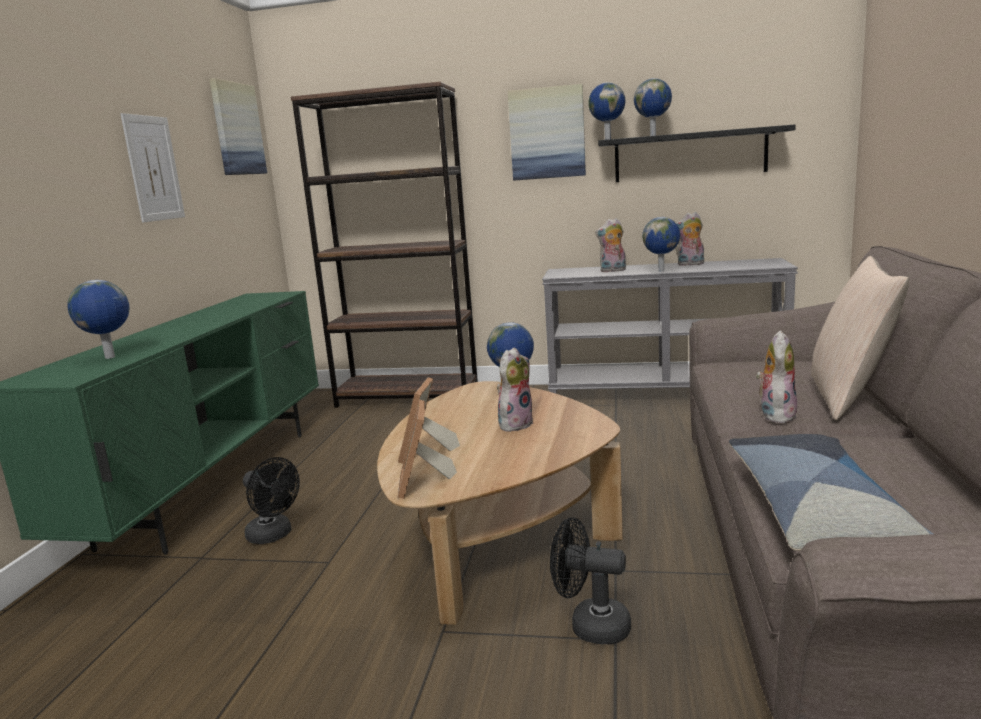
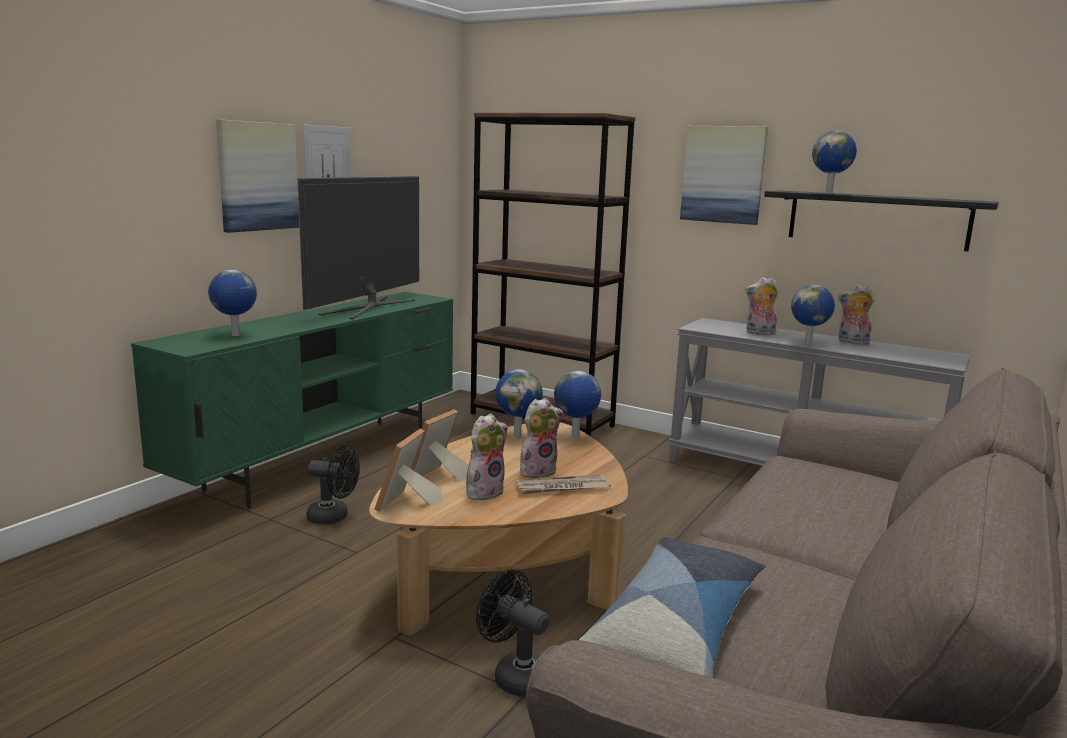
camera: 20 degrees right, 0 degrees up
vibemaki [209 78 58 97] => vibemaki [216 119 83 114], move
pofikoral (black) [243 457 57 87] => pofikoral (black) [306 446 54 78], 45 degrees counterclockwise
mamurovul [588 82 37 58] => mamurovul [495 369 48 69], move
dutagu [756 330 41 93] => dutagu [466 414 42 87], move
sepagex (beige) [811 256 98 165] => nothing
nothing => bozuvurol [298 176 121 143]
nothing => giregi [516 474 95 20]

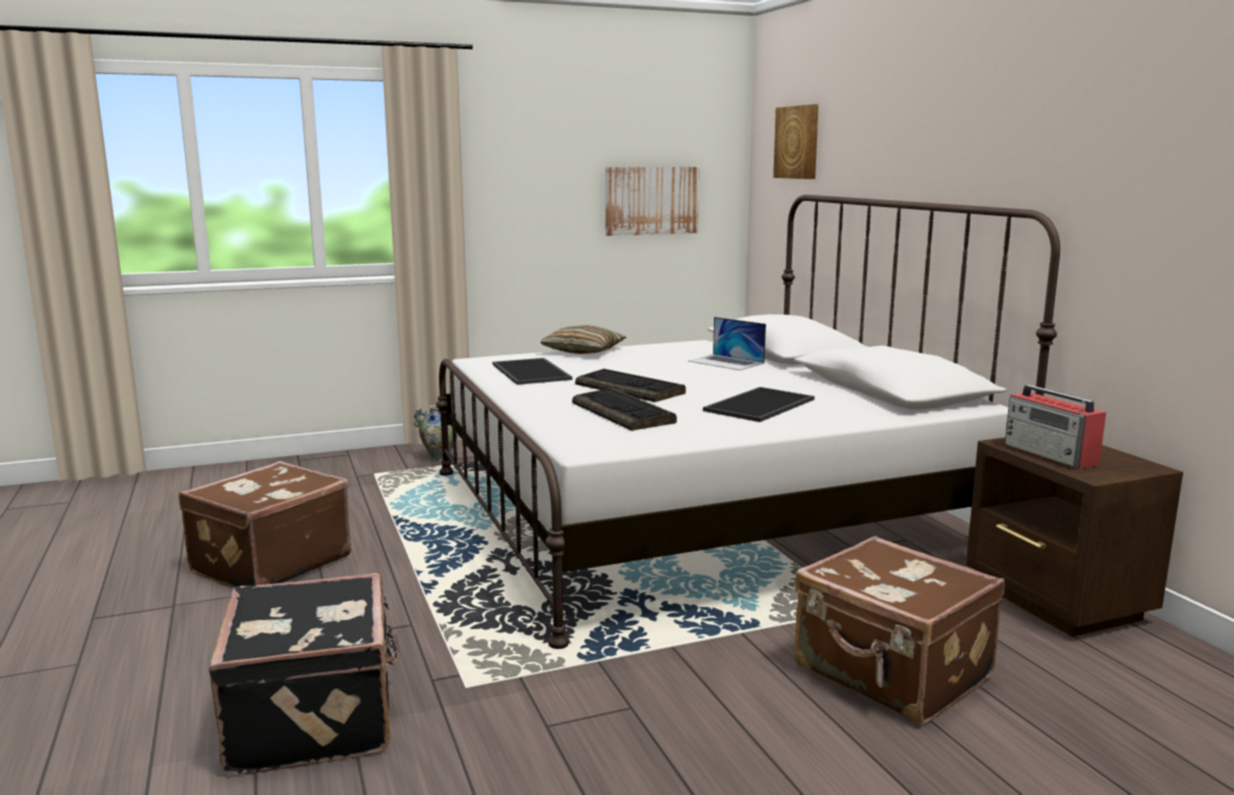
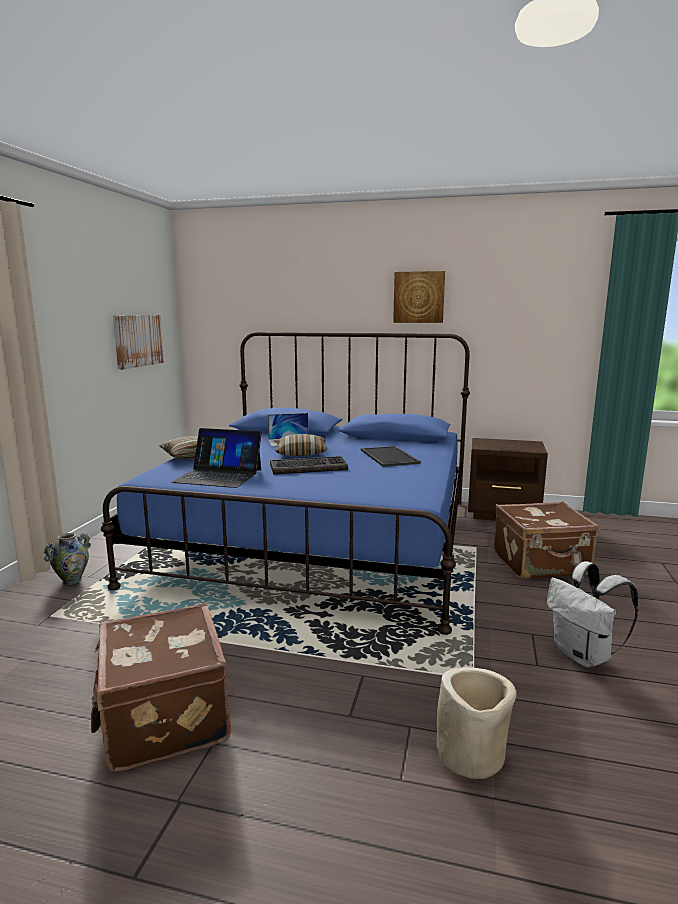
camera: 55 degrees left, 0 degrees up
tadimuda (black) [209 573 191 202] => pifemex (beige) [436 667 81 112]
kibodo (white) [436 195 624 454] => kibodo (blue) [101 332 369 303]
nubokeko [493 358 79 27] => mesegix [171 428 91 60]
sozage [572 388 105 43] => nothing
vibemaki [773 104 46 75] => vibemaki [393 271 52 52], move
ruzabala [1005 385 101 84] => nothing
nothing => sepagex [275 434 53 22]
nothing => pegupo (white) [547 561 91 107]

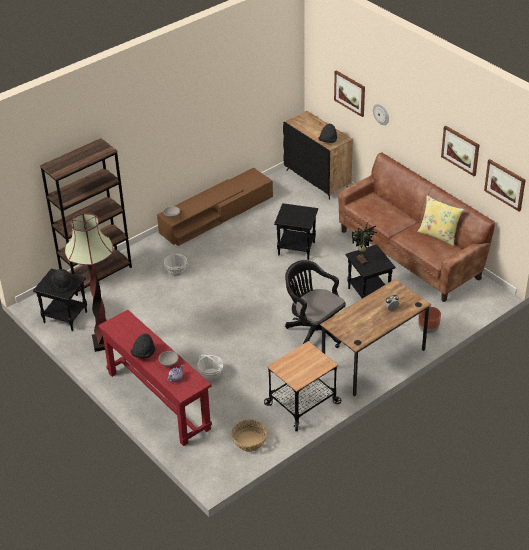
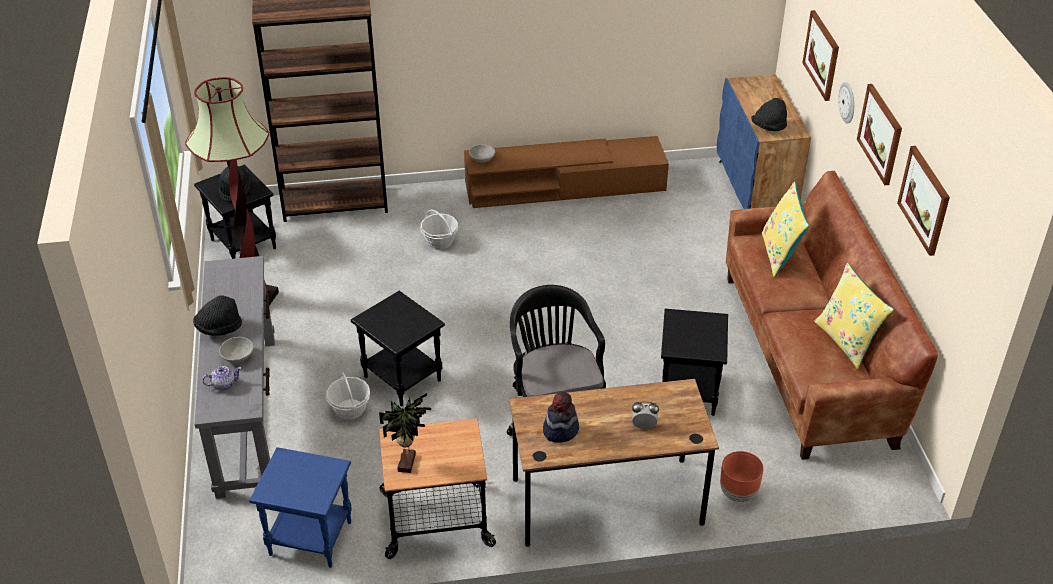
camera: 30 degrees right, 0 degrees up
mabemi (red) [98 310 114 136] => mabemi (grey) [194 256 81 243]
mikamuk [231 420 37 32] => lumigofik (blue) [249 447 103 121]
lumigofik (black) [274 203 44 57] => lumigofik (black) [351 291 94 116], move
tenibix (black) [283 111 70 89] => tenibix (blue) [717 74 94 135]
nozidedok [352 223 25 42] => nozidedok [379 393 52 80], move
vibemaki [484 159 41 52] => vibemaki [857 84 45 101], move
nothing => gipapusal [543 392 36 51]
nothing => sepagex (yellow) [762 182 47 95]

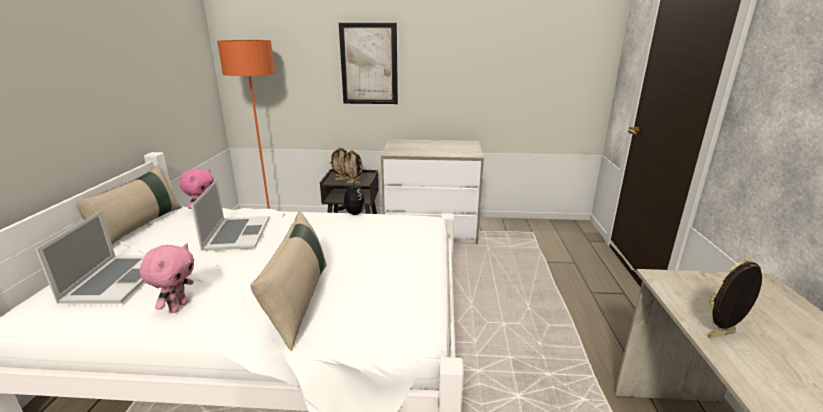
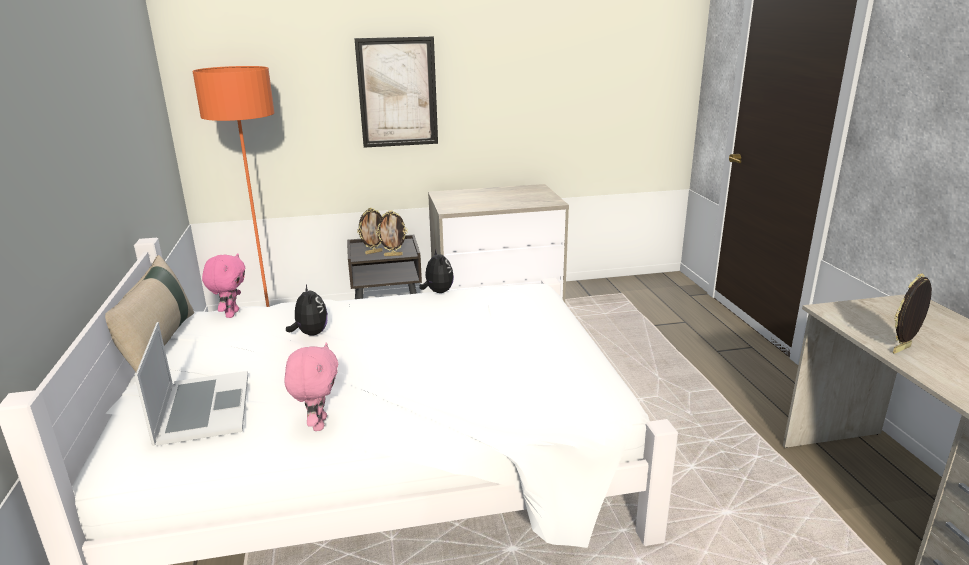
camera: 15 degrees left, 0 degrees up
mesegix [191 179 79 72] => dutagu [286 284 42 52]
sepagex (beige) [251 211 75 140] => nothing

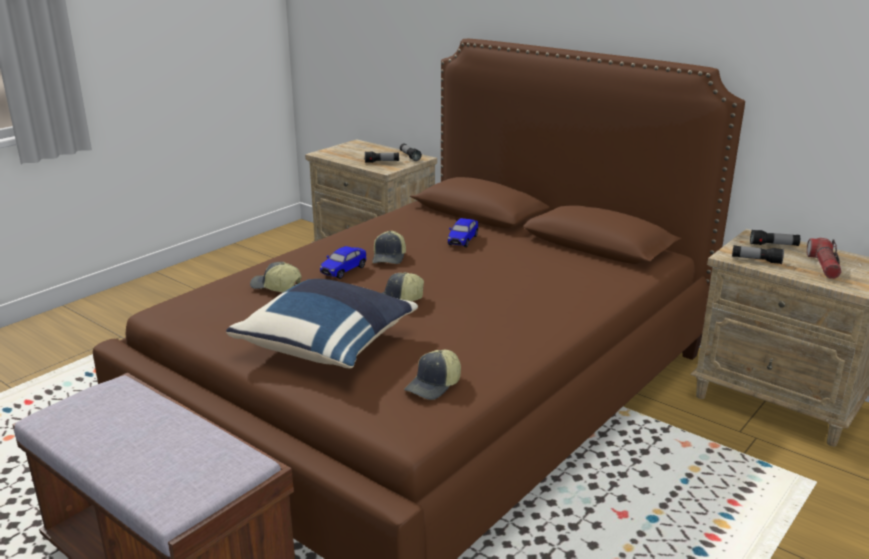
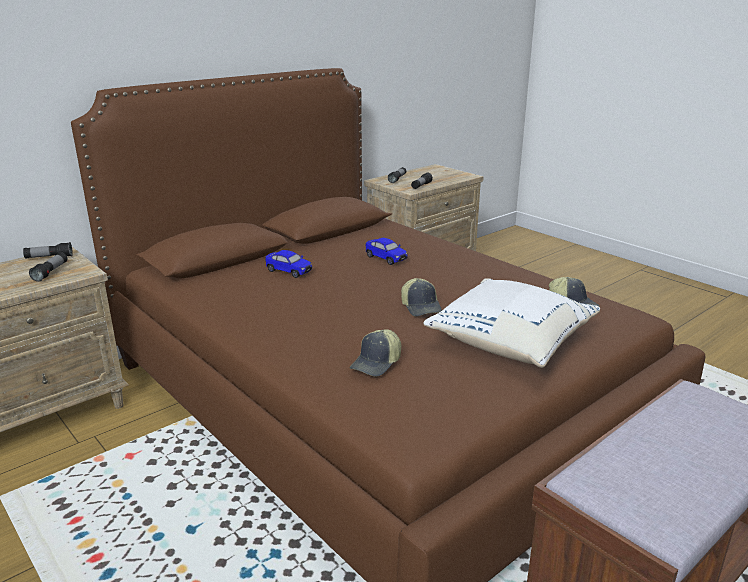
camera: 80 degrees left, 0 degrees up
sepagex (blue) [226 279 192 89] => sepagex (white) [424 278 176 90]
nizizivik [320 246 46 33] => nizizivik [366 238 42 27], move
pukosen [372 231 34 33] => nothing
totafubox [807 238 35 41] => nothing

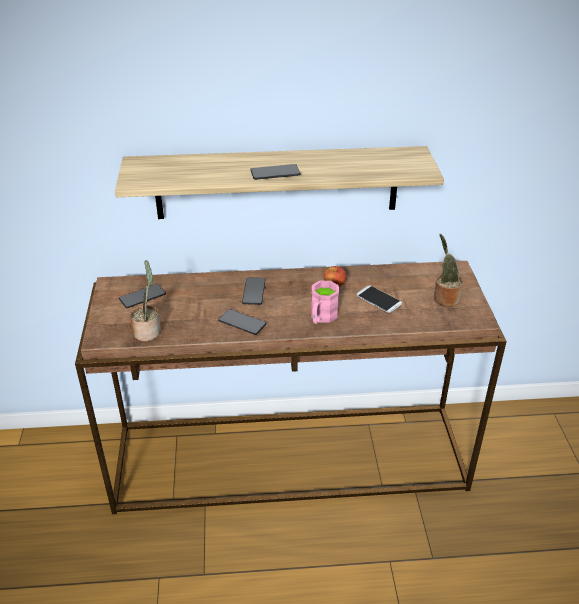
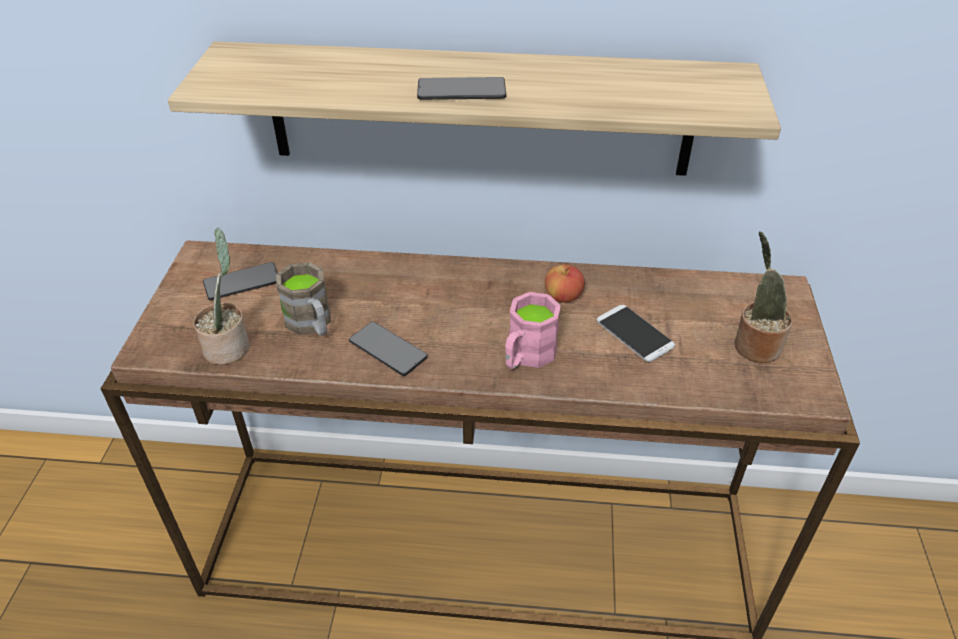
camera: 10 degrees right, 5 degrees up
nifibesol [242 277 23 28] => nothing
nothing => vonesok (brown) [276 262 55 74]

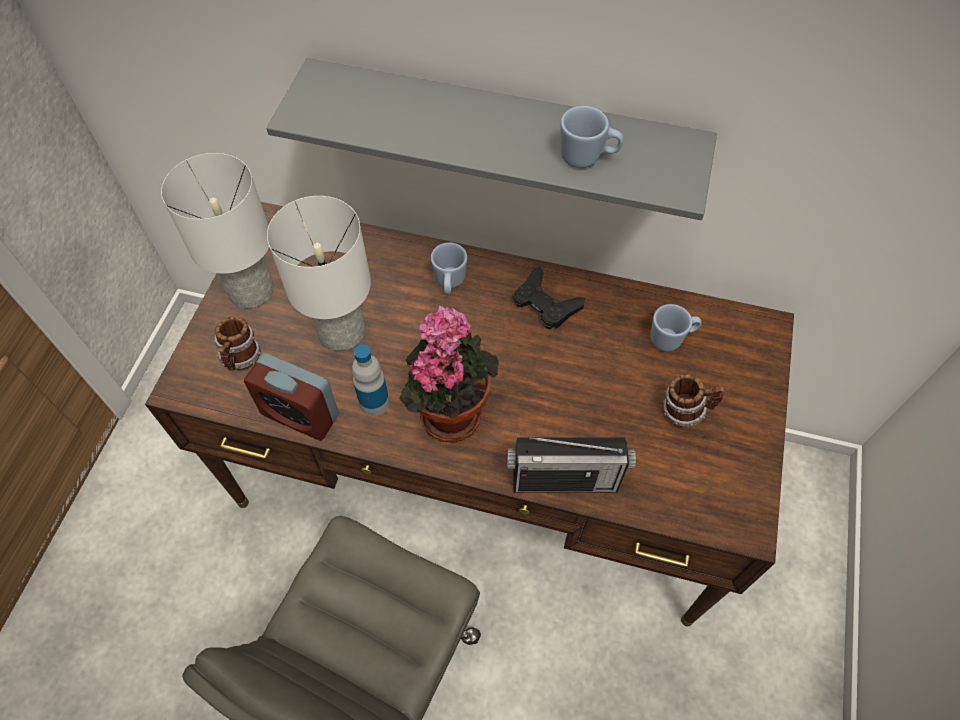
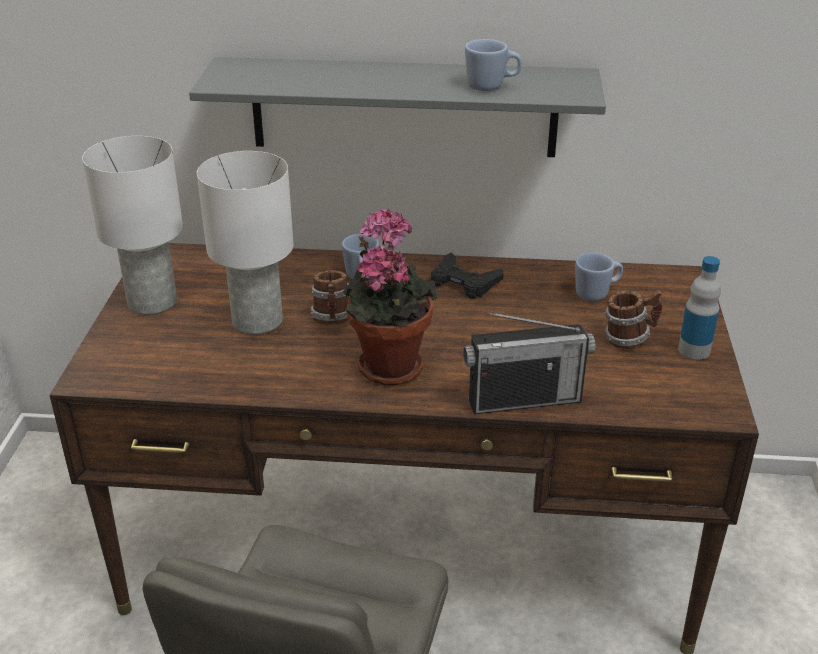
camera: 10 degrees left, 25 degrees down
vonesok [214 317 47 54] => vonesok [311 270 38 55], move
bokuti [244 353 95 88] => nothing
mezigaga [352 344 37 72] => mezigaga [678 256 43 103], move

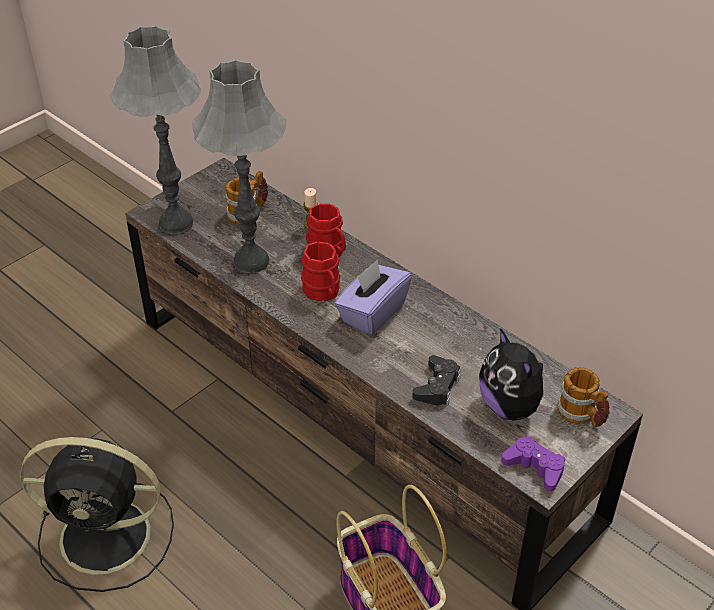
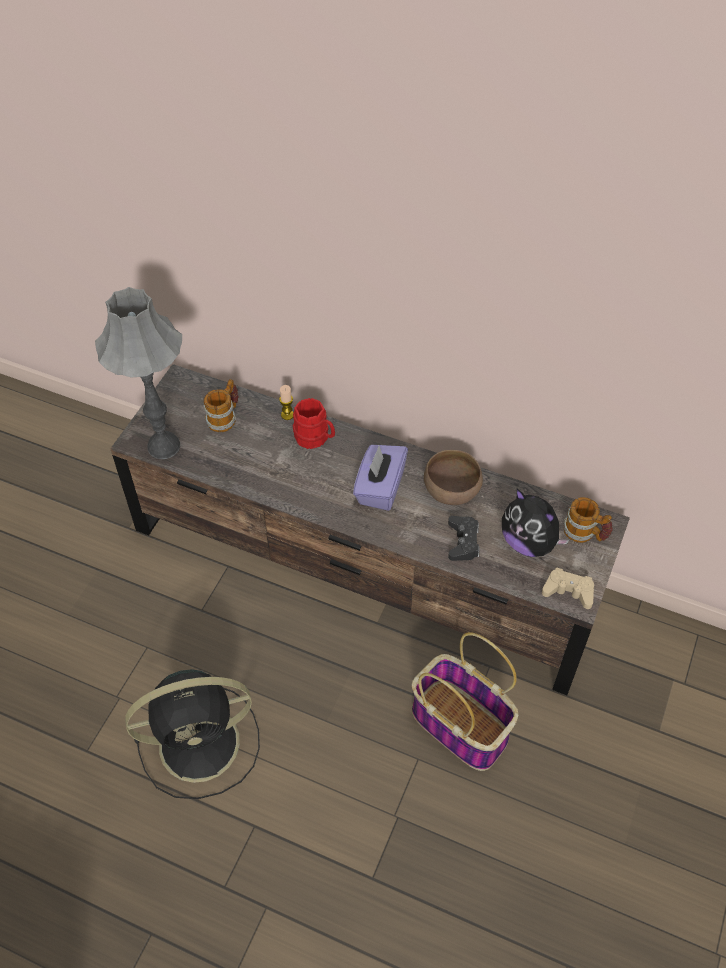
camera: 20 degrees left, 10 degrees up
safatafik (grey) [192 60 95 213] => nothing
vonesok (red) [301 242 39 59] => nothing
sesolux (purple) [501 436 64 56] => sesolux (beige) [542 567 52 42]
nothing => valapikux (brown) [424 450 59 55]

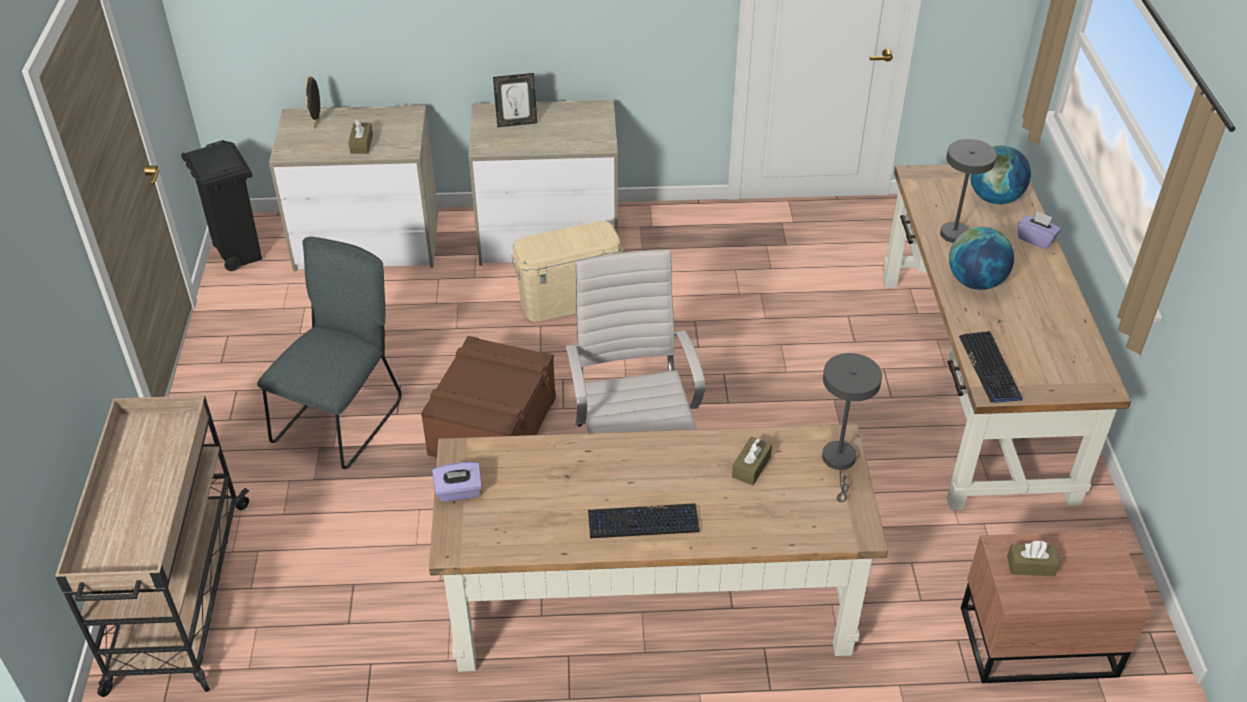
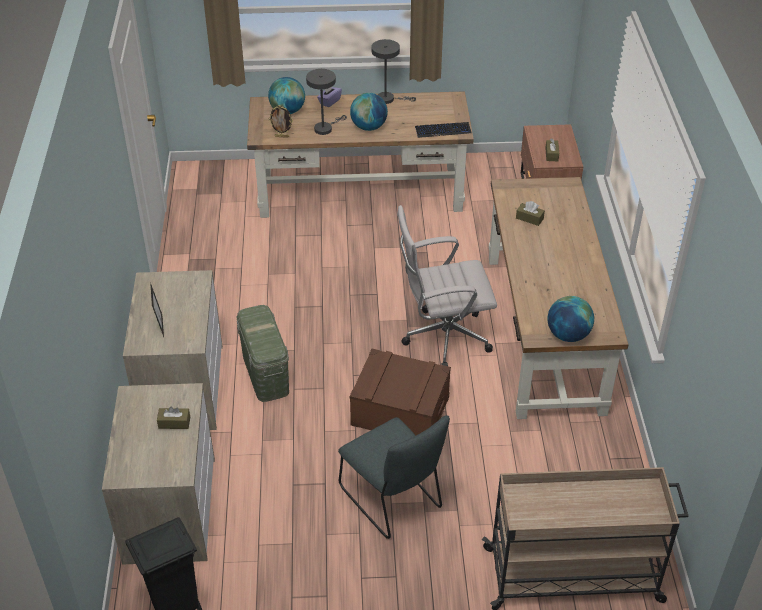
camera: 90 degrees left, 0 degrees up
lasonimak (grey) [257 237 145 232] => lasonimak (grey) [338 415 112 124], 150 degrees counterclockwise
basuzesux [305 76 15 53] => basuzesux [268 105 25 33], move
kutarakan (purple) [432 462 50 40] => mamurovul [547 296 47 46]
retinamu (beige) [510 221 114 101] => retinamu (green) [237 305 52 97]
sozage [588 503 112 35] => nothing
safatafik (grey) [822 353 60 149] => safatafik (grey) [371 39 45 65], move

